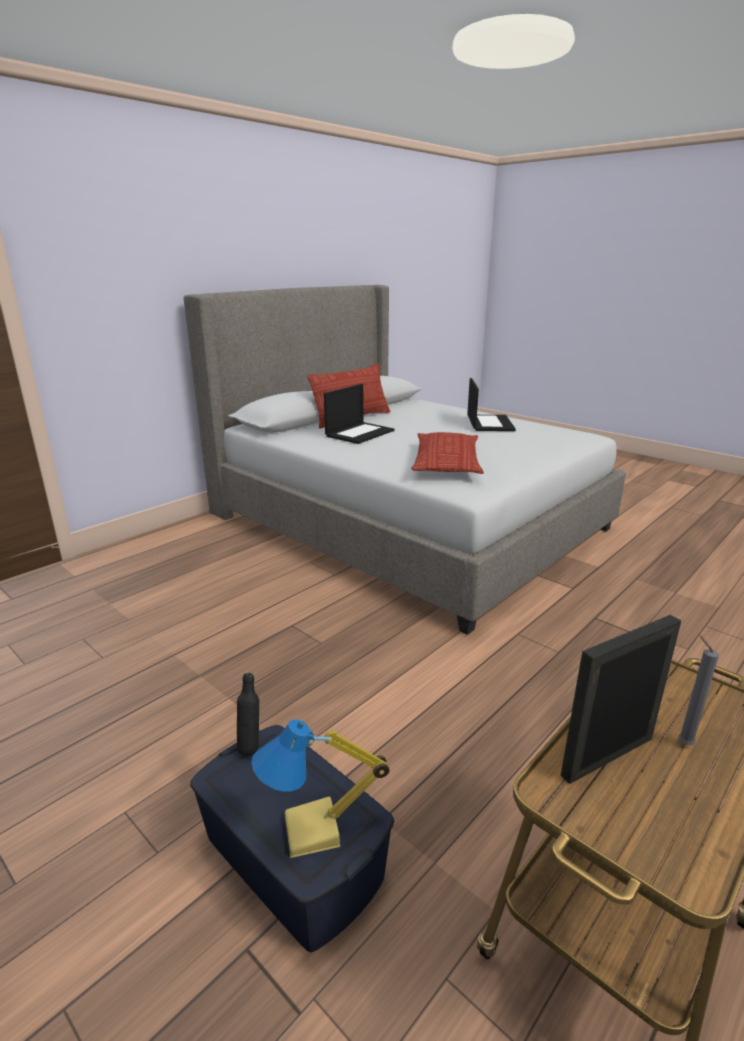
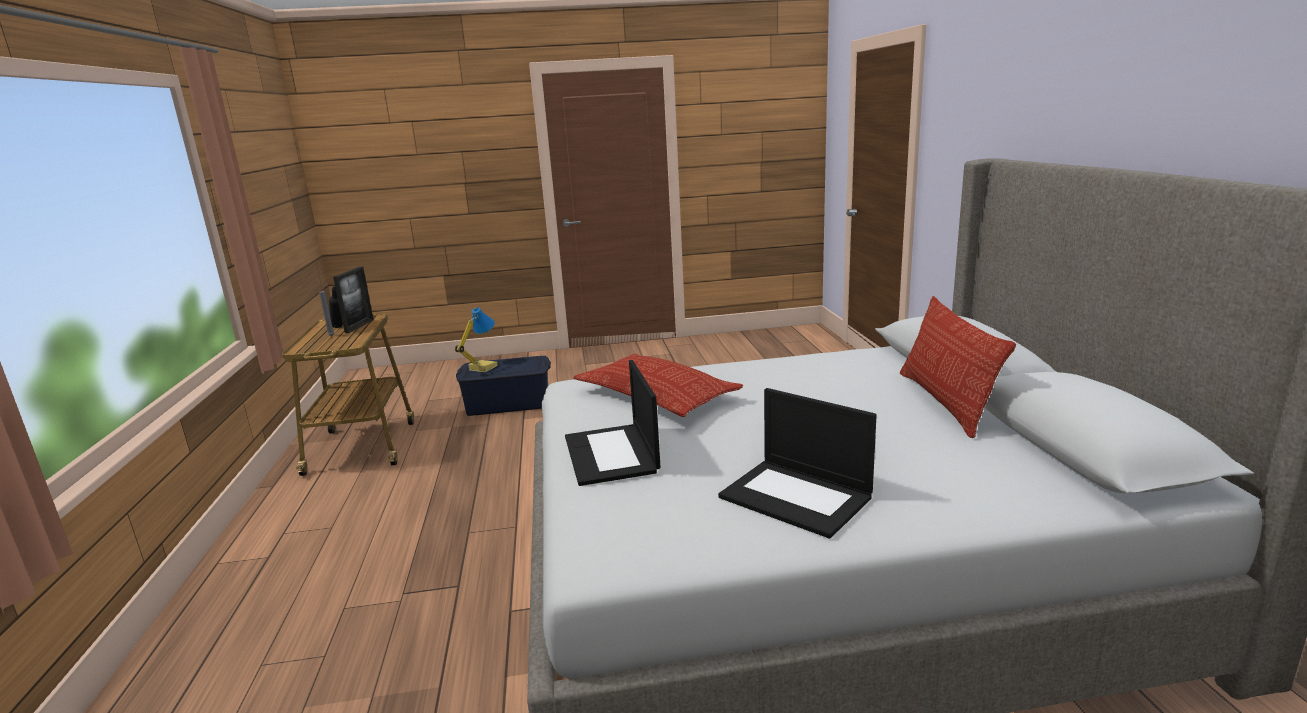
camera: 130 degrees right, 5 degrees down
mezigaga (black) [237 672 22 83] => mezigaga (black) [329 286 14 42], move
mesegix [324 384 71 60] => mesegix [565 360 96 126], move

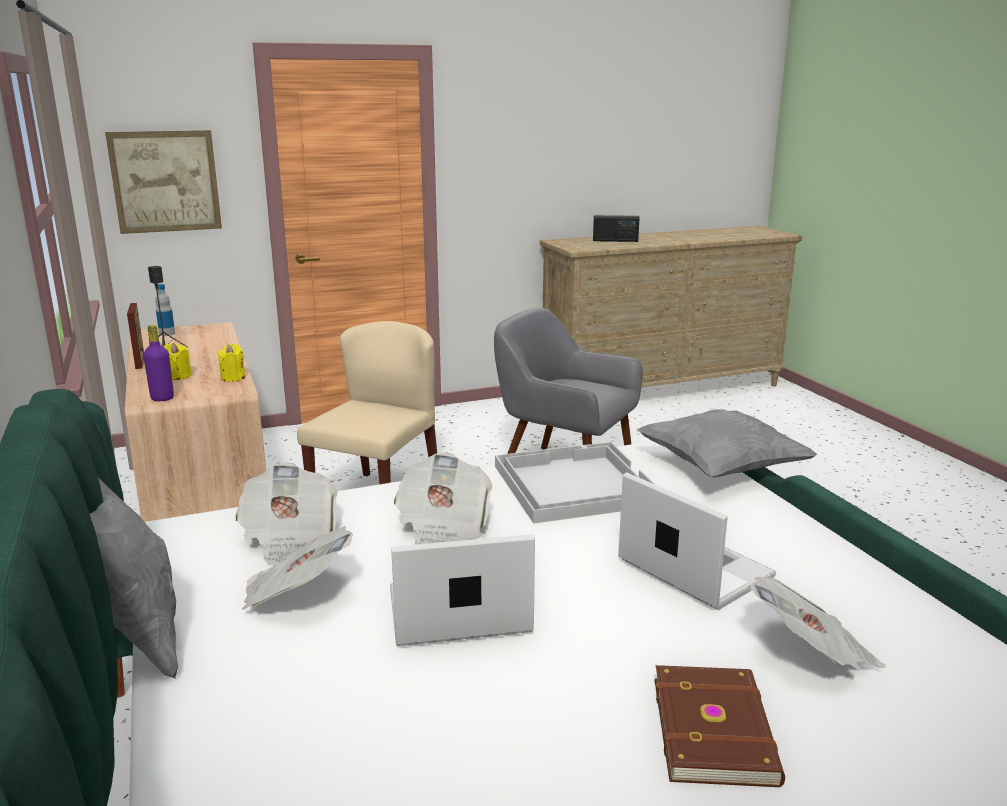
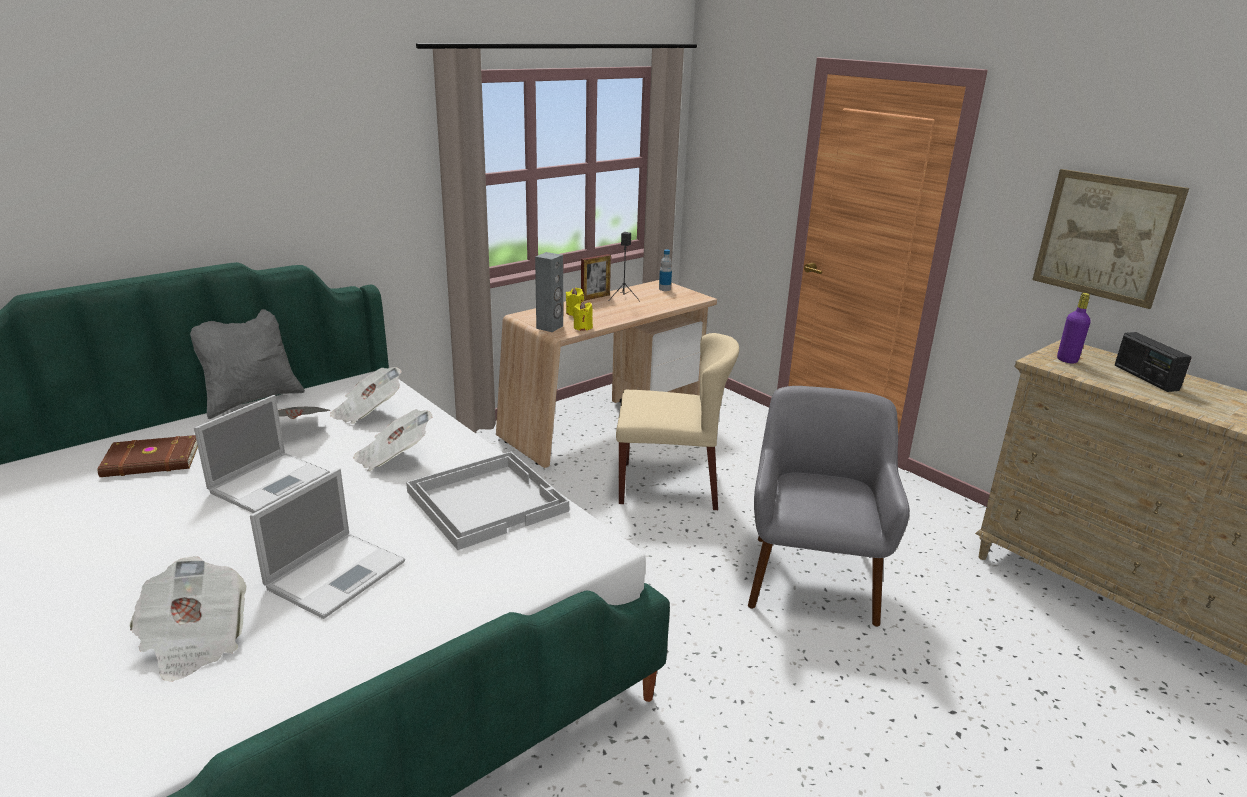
camera: 70 degrees right, 5 degrees up
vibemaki [105 130 117 104] => vibemaki [1032 169 157 140], move
mezigaga (purple) [143 325 31 76] => mezigaga (purple) [1057 293 34 70], move
mesegix [390 534 145 112] => mesegix [194 395 136 118], 60 degrees clockwise
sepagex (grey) [636 409 182 69] => nothing
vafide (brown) [655 665 130 122] => vafide (brown) [97 435 101 42], move
nothing => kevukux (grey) [535 252 28 80]

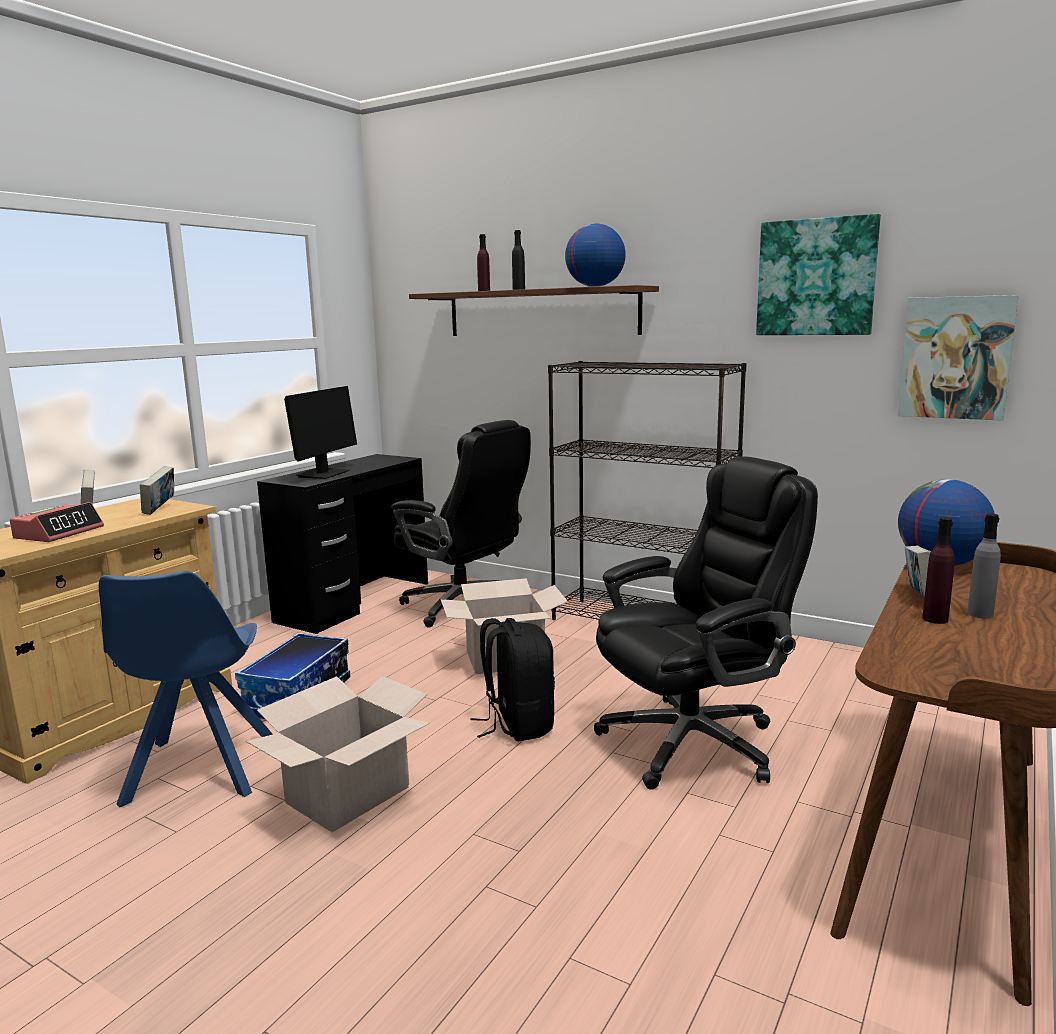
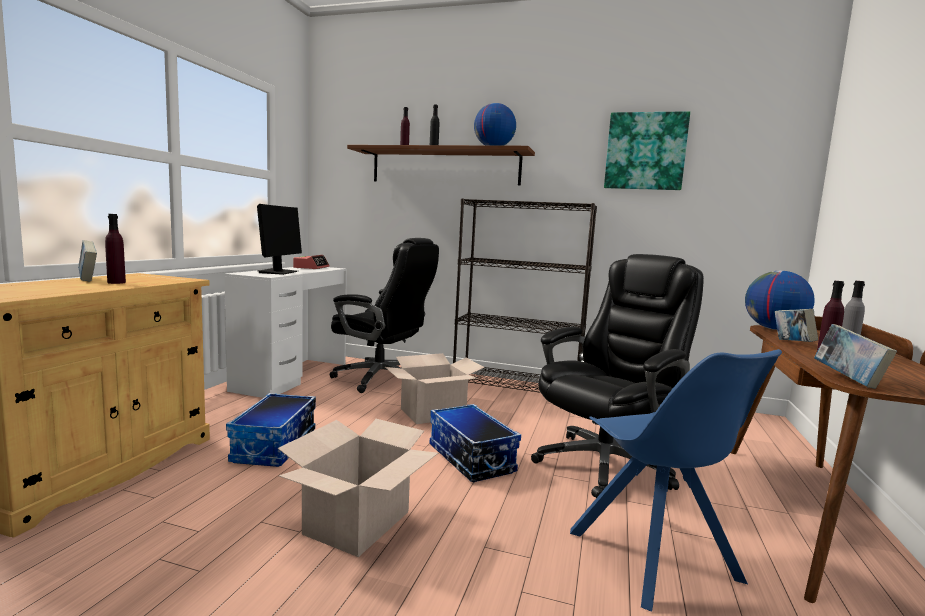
camera: 15 degrees left, 5 degrees down
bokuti [10 502 94 40] => bokuti [293 255 36 14], move
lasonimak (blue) [99 571 174 237] => lasonimak (blue) [570 349 212 263], move
vafide [140 466 34 49] => vafide [814 324 83 65], move
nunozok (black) [257 454 171 180] => nunozok (white) [224 267 123 131]
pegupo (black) [470 618 85 123] => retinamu [430 404 91 78]
vibemaki [898 295 121 126] => nothing
nothing => mezigaga (purple) [105 214 21 70]

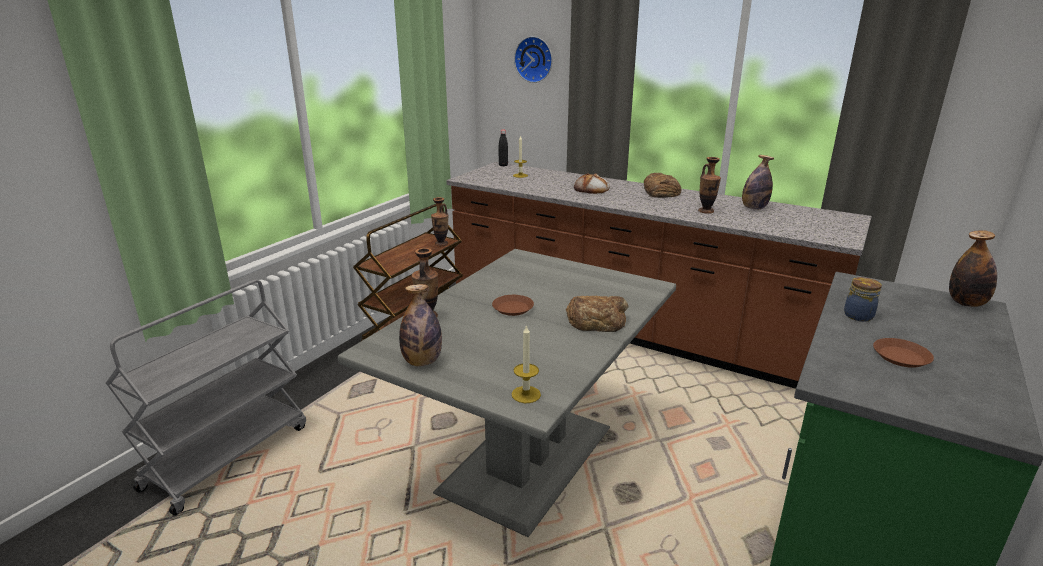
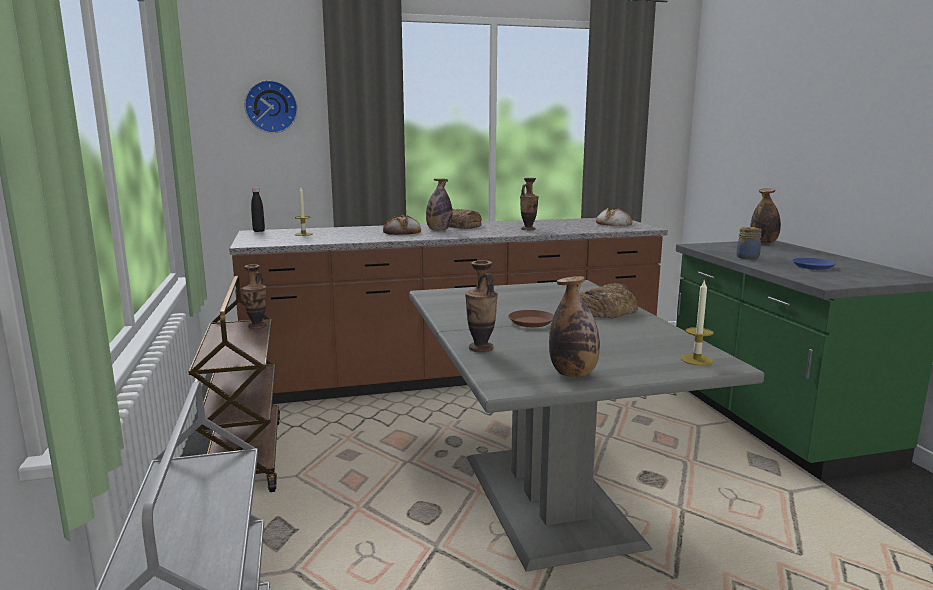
camera: 45 degrees left, 10 degrees down
mezigaga [742 155 32 55] => mezigaga [426 179 26 52], move
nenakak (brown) [873 338 61 30] => nenakak (blue) [792 258 44 12]
nothing => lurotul [596 208 36 18]

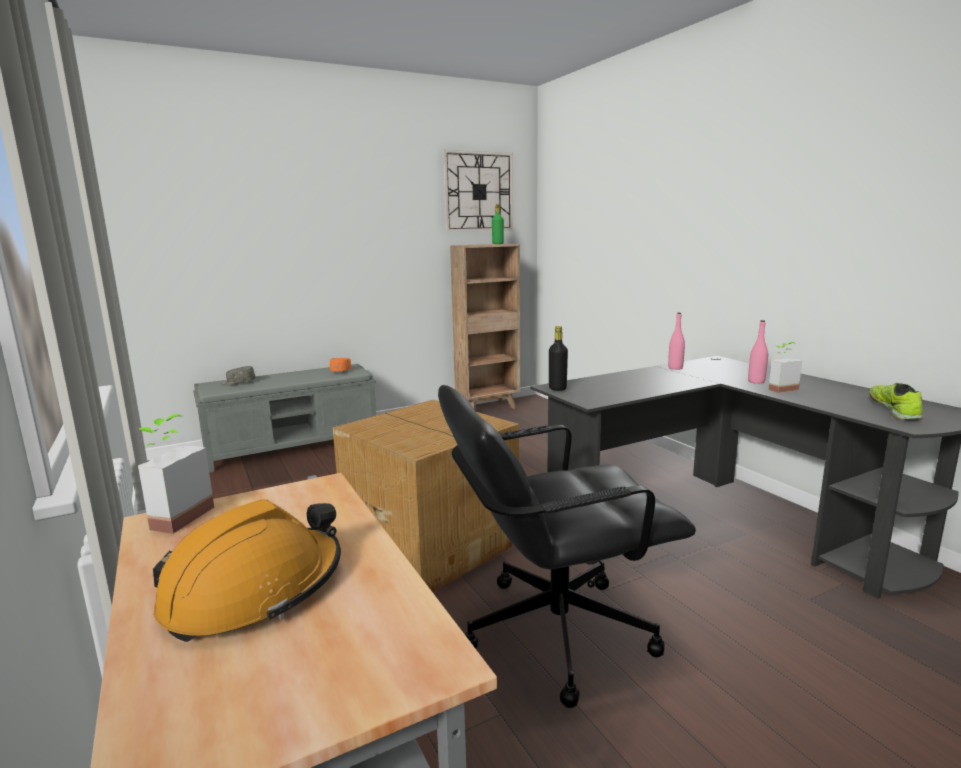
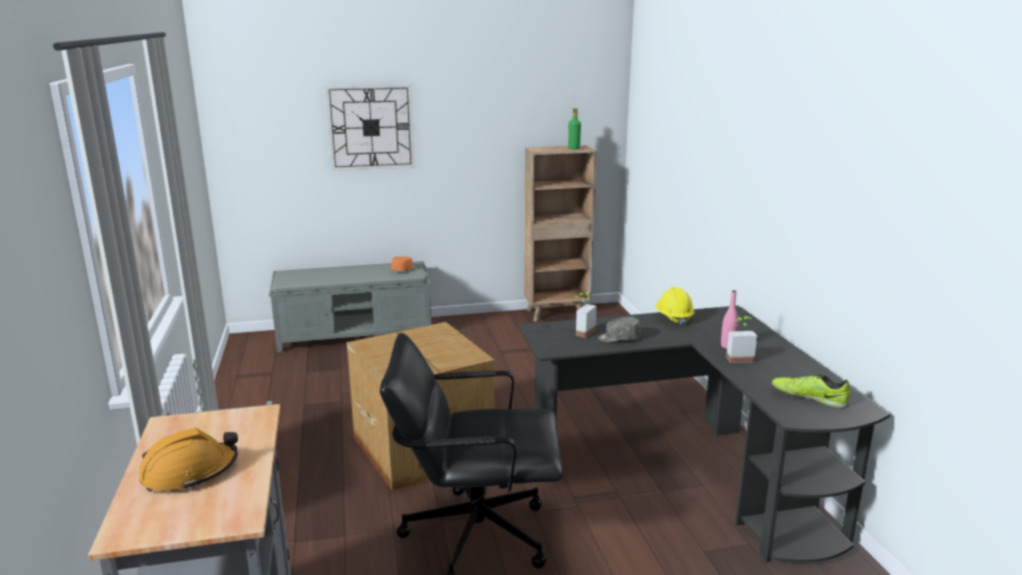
camera: 15 degrees right, 5 degrees up
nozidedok [138 414 76 120] => nozidedok [575 292 22 46], move
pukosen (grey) [221 366 35 20] => pukosen (grey) [598 317 43 25], move
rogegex [443 150 70 82] => rogegex [325 84 90 87], move
mezigaga (black) [549 326 19 65] => nothing
mezigaga (pink) [668 312 17 58] => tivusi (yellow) [656 287 38 39]
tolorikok [869 383 54 38] => tolorikok [772 374 78 34], 90 degrees counterclockwise

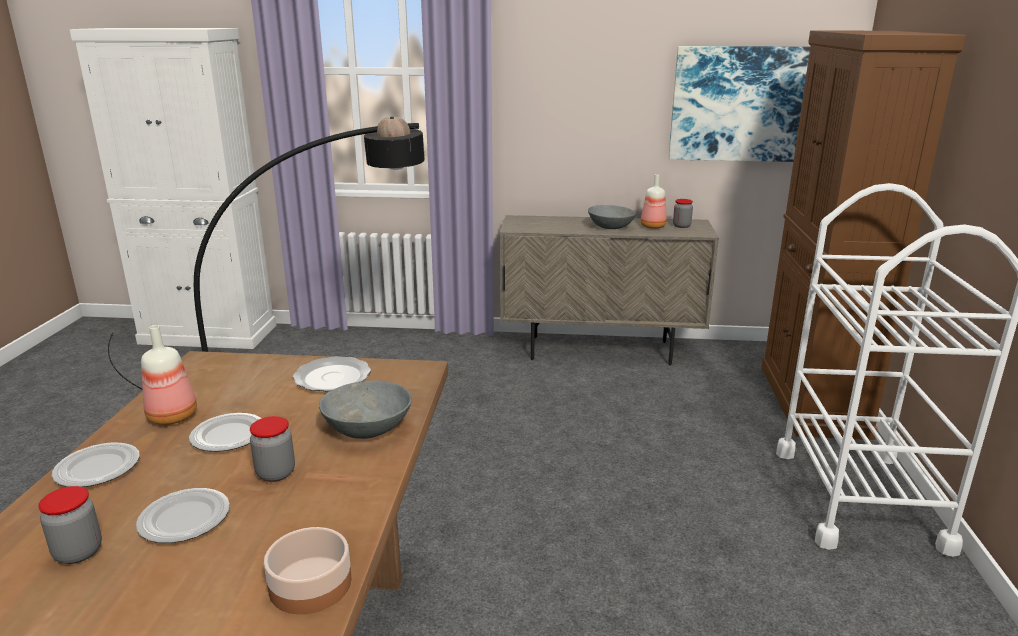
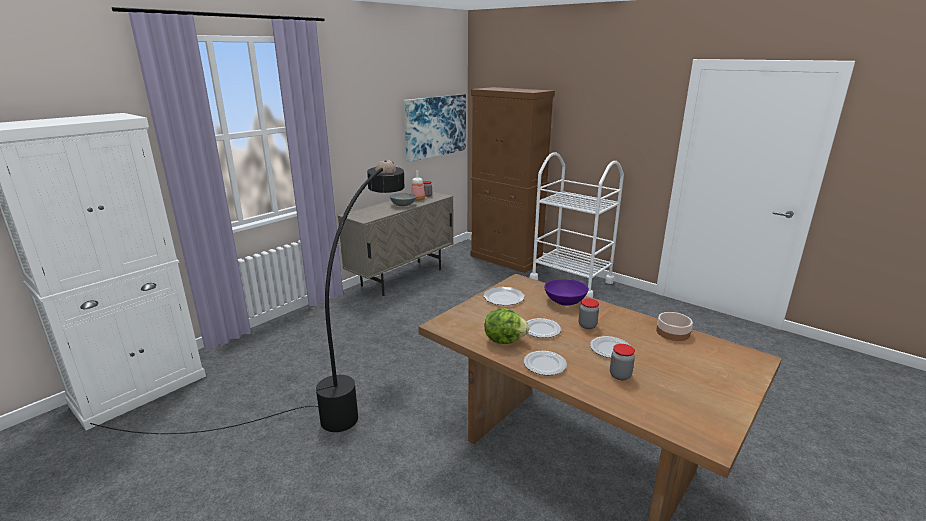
camera: 55 degrees left, 0 degrees up
mezigaga [141 325 56 100] => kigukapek [484 308 46 36]
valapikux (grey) [319 380 93 59] => valapikux (purple) [544 279 45 27]

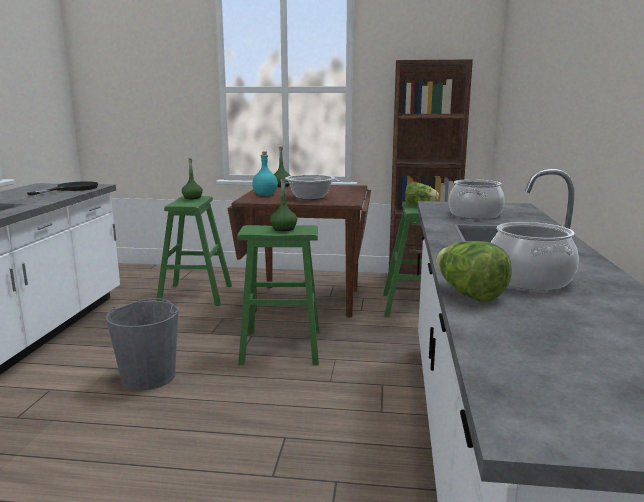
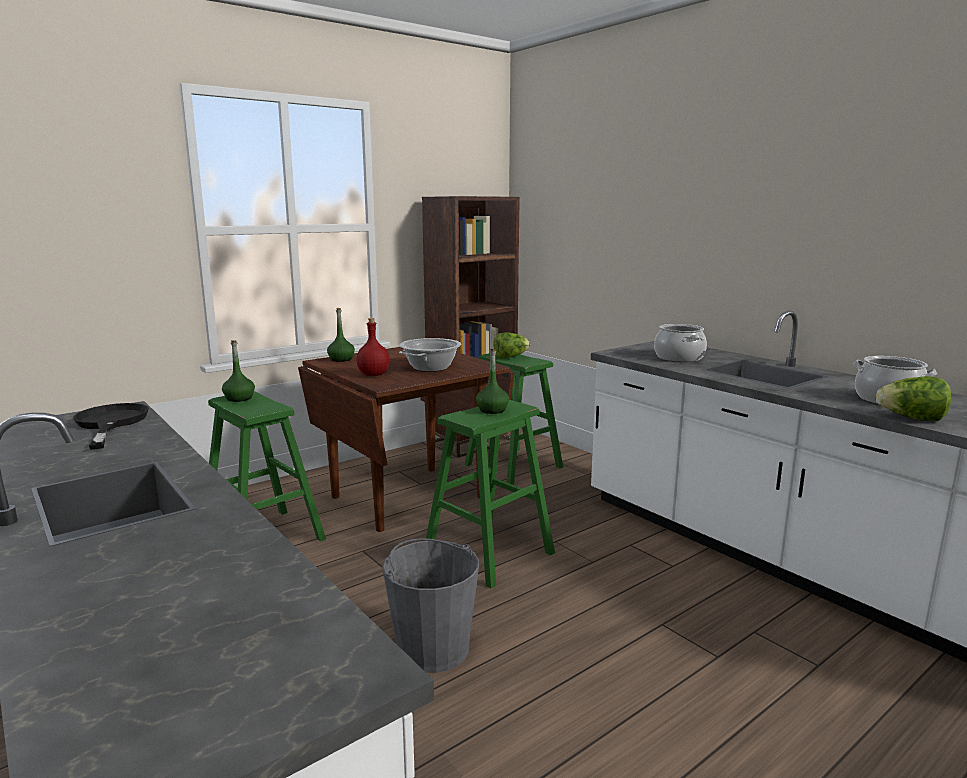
camera: 45 degrees left, 0 degrees up
mezigaga (turquoise) [252 151 26 45] => mezigaga (red) [357 318 33 58]

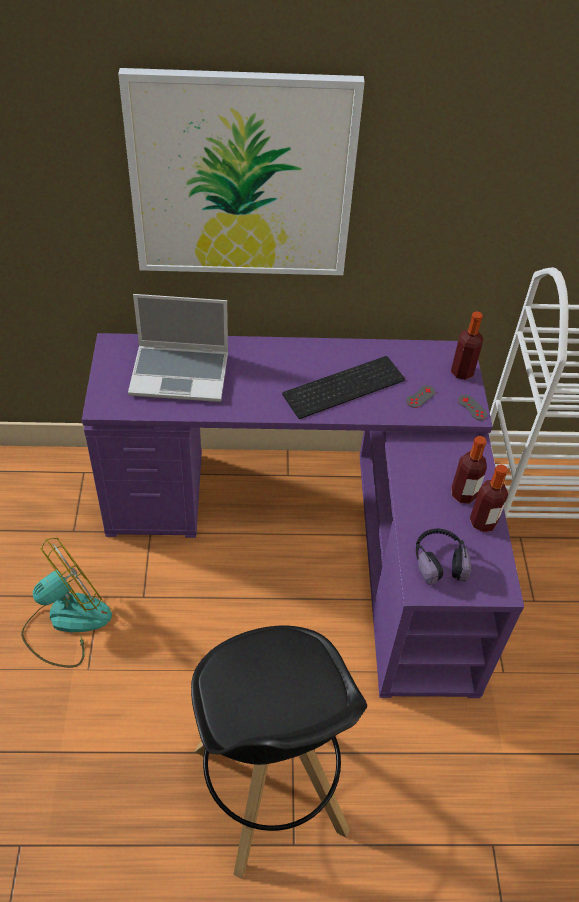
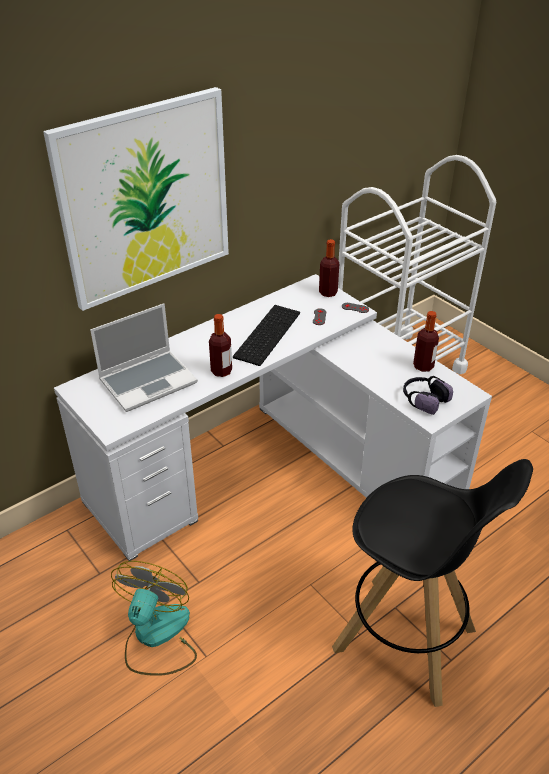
camera: 35 degrees left, 10 degrees down
nunozok (purple) [82 333 442 365] => nunozok (white) [54 274 438 287]
mezigaga [451 436 36 68] => mezigaga [209 314 23 63], move

